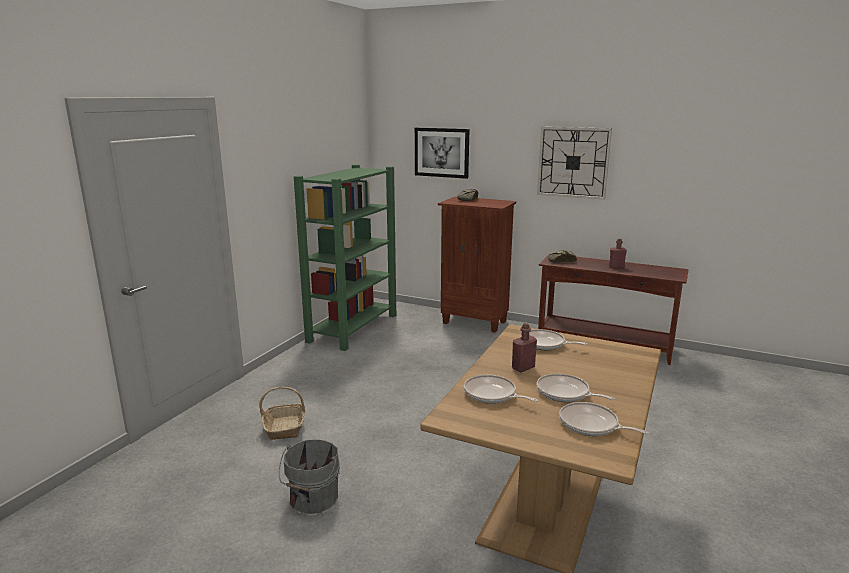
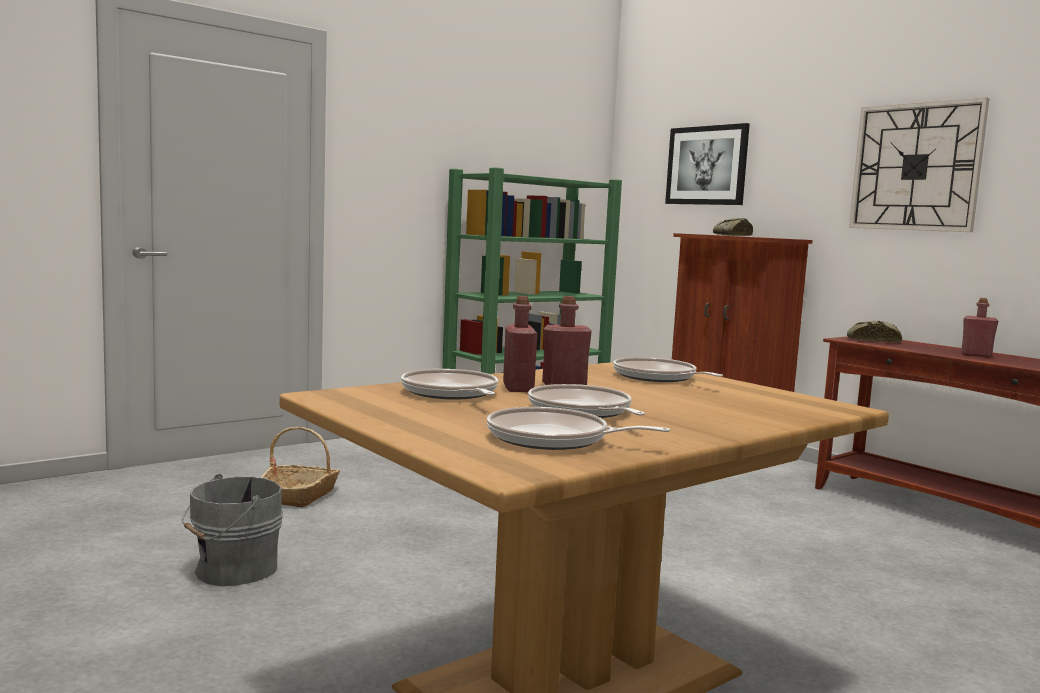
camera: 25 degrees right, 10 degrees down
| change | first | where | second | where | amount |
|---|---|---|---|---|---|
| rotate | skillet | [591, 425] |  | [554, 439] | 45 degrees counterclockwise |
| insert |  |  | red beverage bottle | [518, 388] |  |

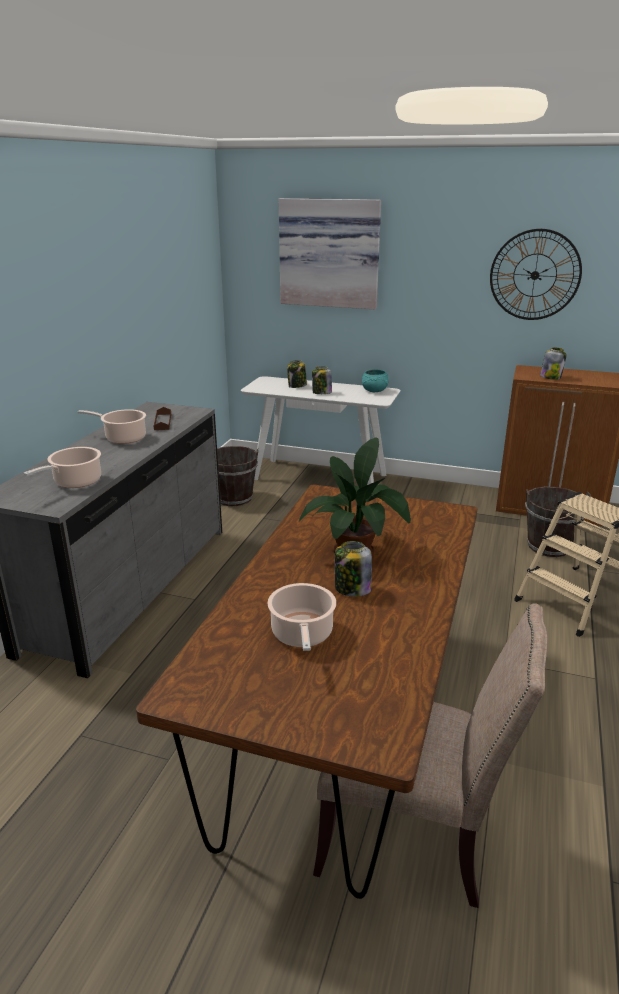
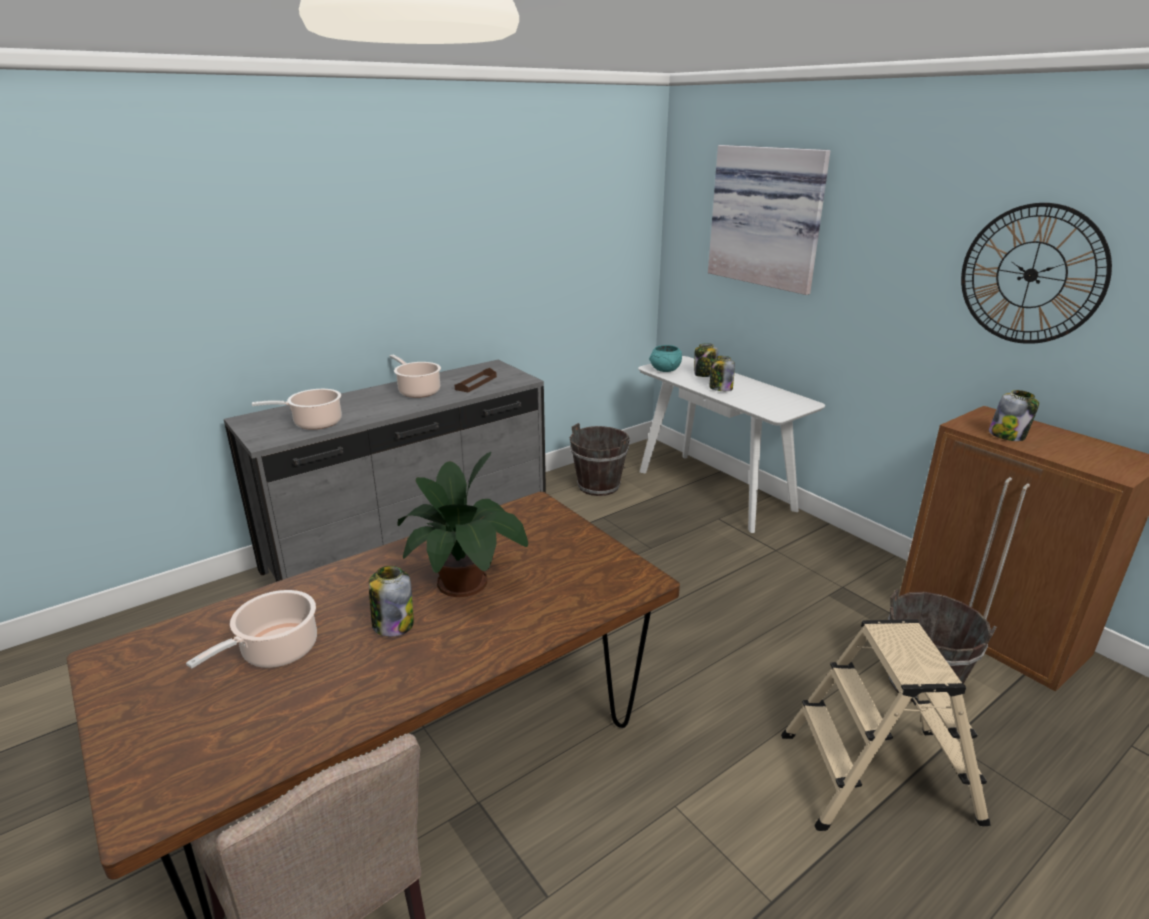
camera: 35 degrees right, 0 degrees up
| change | first | where | second | where | amount |
|---|---|---|---|---|---|
| move | turquoise-coloured serving bowl | [375, 391] |  | [665, 370] |  |

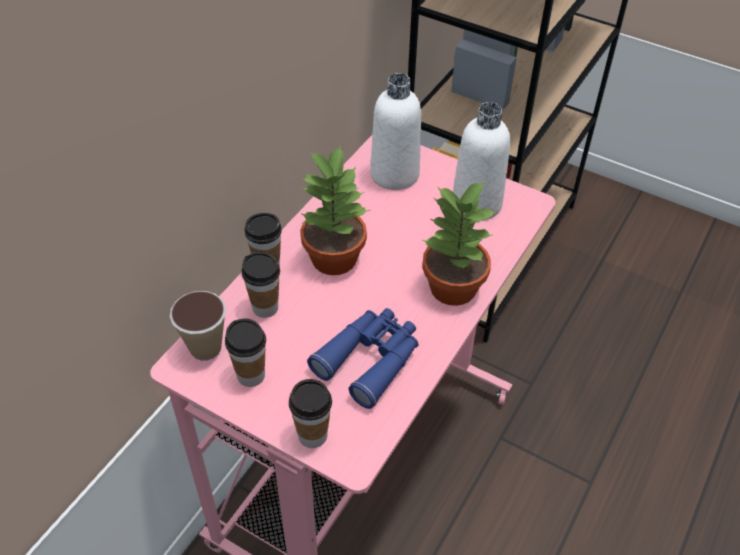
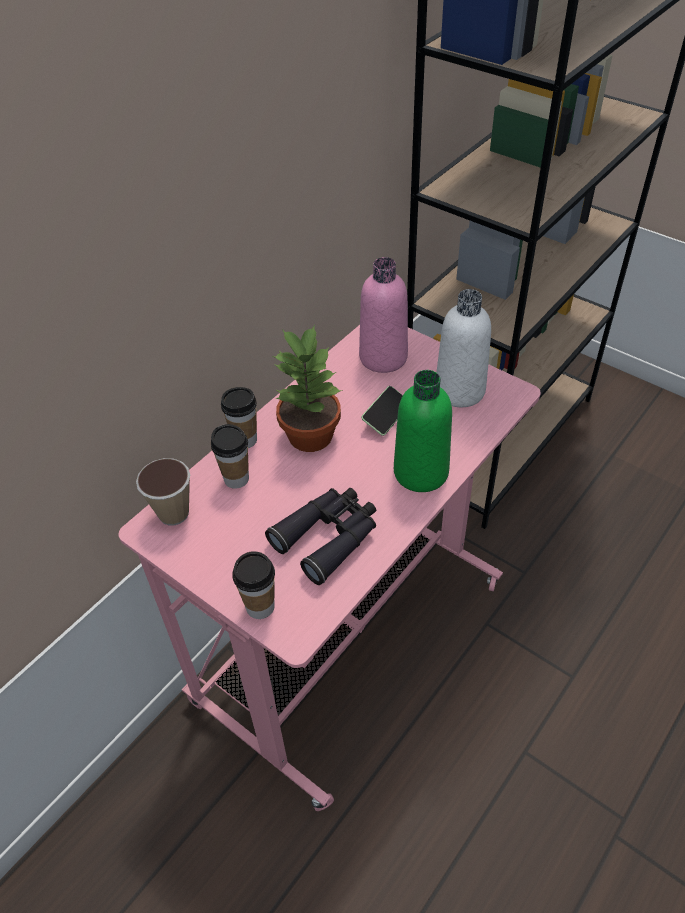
camera: 10 degrees right, 0 degrees up
| change | first | where | second | where | amount |
|---|---|---|---|---|---|
| recolor | blue pair of binoculars | [370, 359] | black pair of binoculars | [329, 537] |  |
| recolor | white beverage bottle | [394, 174] | pink beverage bottle | [383, 357] |  |
| insert |  |  | handset | [386, 416] |  |
| replace | plant in a pot | [451, 288] | green beverage bottle | [421, 472] |  |
| delete | small cup | [251, 375] |  |  |  |

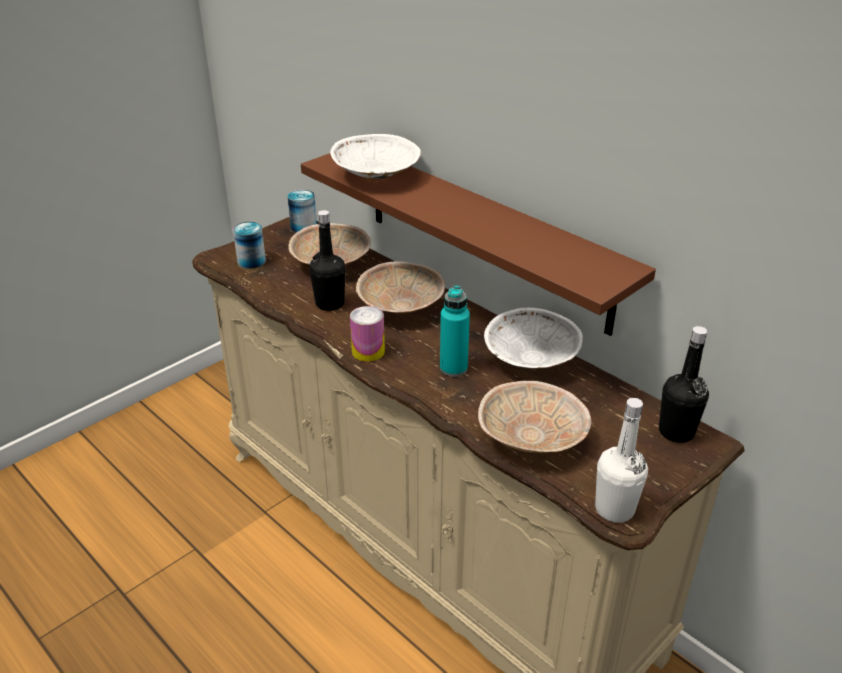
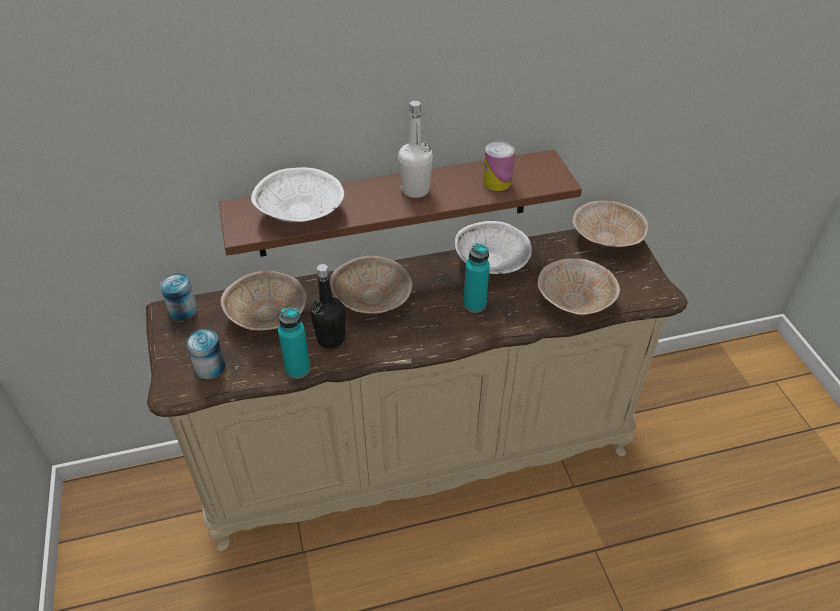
camera: 60 degrees left, 10 degrees up
| change | first | where | second | where | amount |
|---|---|---|---|---|---|
| insert |  |  | turquoise-coloured beverage bottle | [298, 369] |  |
| move | white beverage bottle | [614, 509] |  | [415, 190] |  |
| move | sealed can | [368, 351] |  | [497, 182] |  |
| replace | black beverage bottle | [676, 432] | beige-coloured serving bowl | [606, 238] |  |

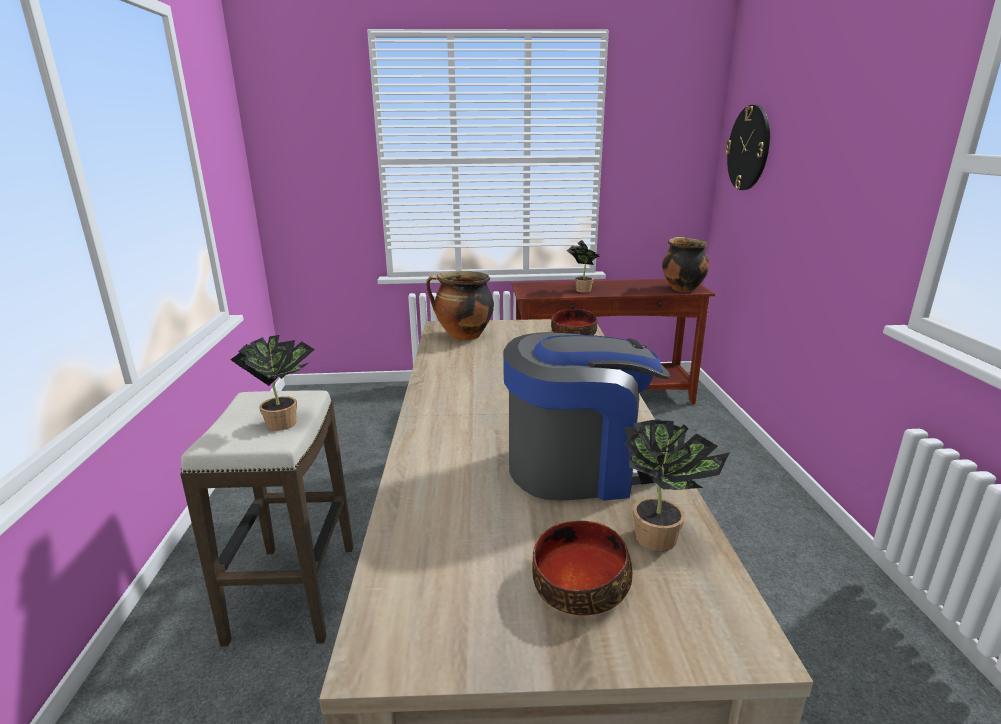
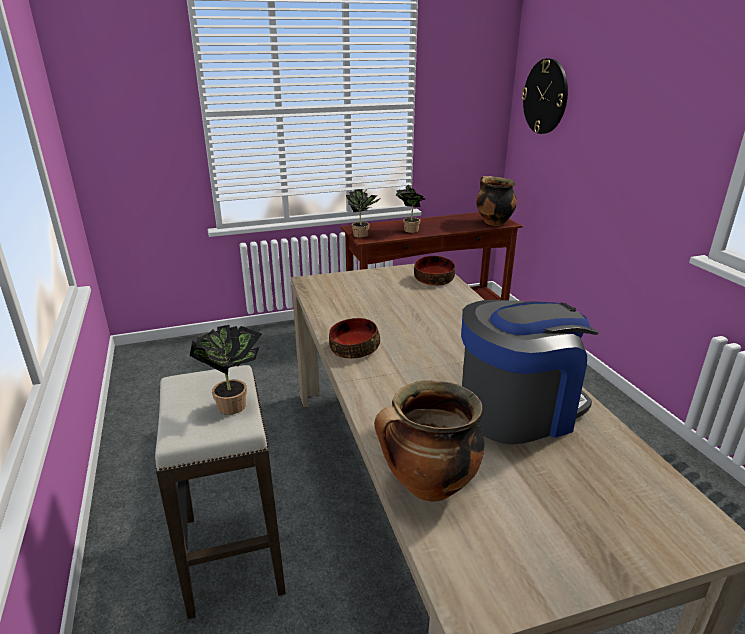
camera: 15 degrees left, 5 degrees up
| change | first | where | second | where | amount |
|---|---|---|---|---|---|
| move | serving bowl | [579, 583] |  | [354, 348] |  |
| move | plant in a pot | [662, 538] |  | [363, 235] |  |
| move | stockpot | [463, 336] |  | [428, 487] |  |

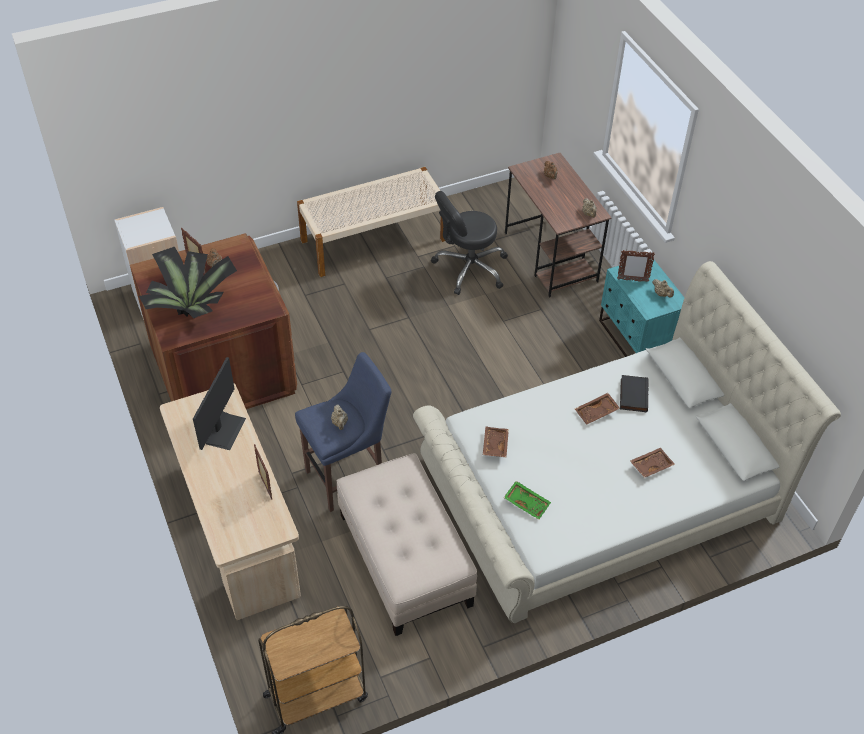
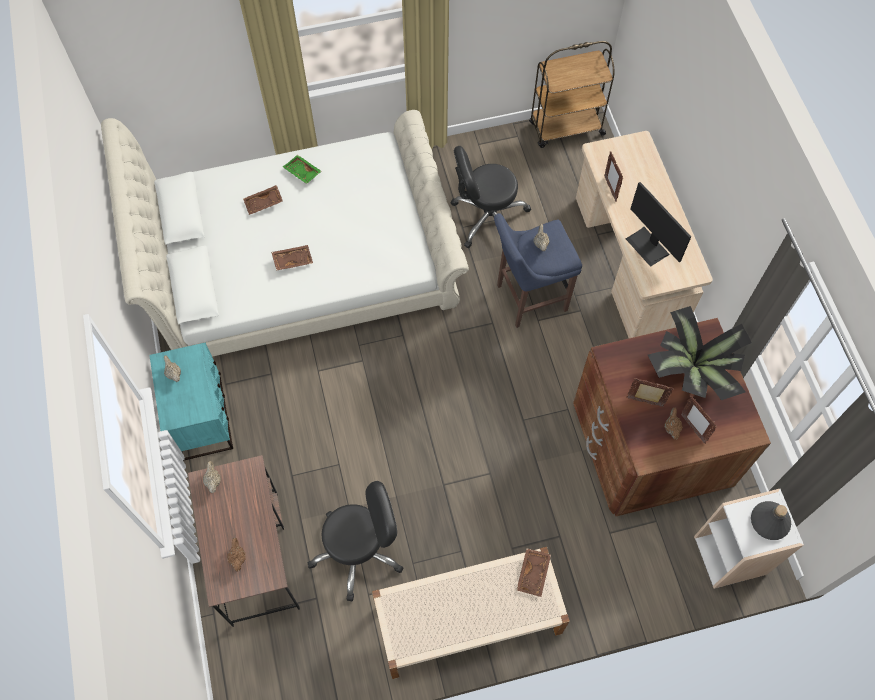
camera: 170 degrees left, 15 degrees up
| change | first | where | second | where | amount |
|---|---|---|---|---|---|
| move | green tray | [527, 503] |  | [302, 172] |  |
| replace | beige-coloured ottoman | [406, 559] | black computer chair | [485, 219] |  |
| move | brown tray | [494, 445] |  | [534, 574] |  |
| rotate | computer screen | [225, 430] |  | [648, 246] | 60 degrees counterclockwise |
| move | picture frame | [632, 280] |  | [645, 402] |  |
| insert |  |  | grey beverage bottle | [769, 521] |  |
| delete | black bound book | [632, 395] |  |  |  |

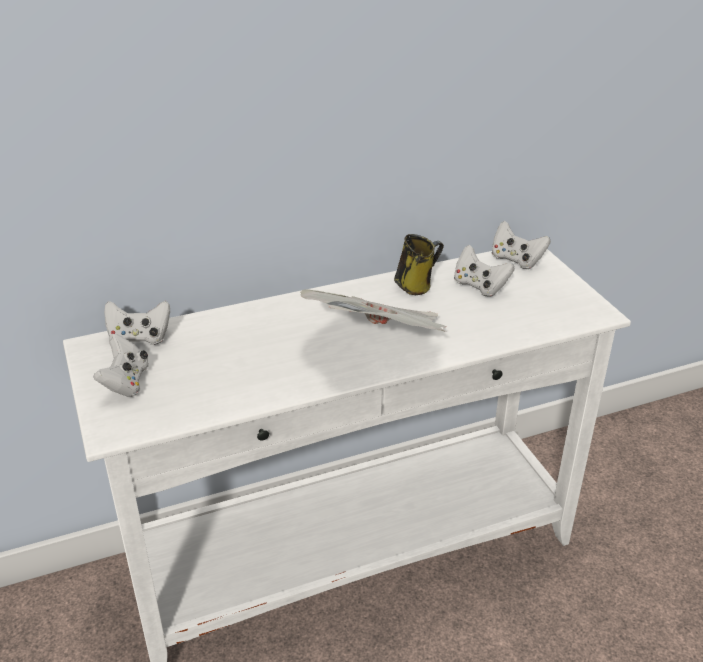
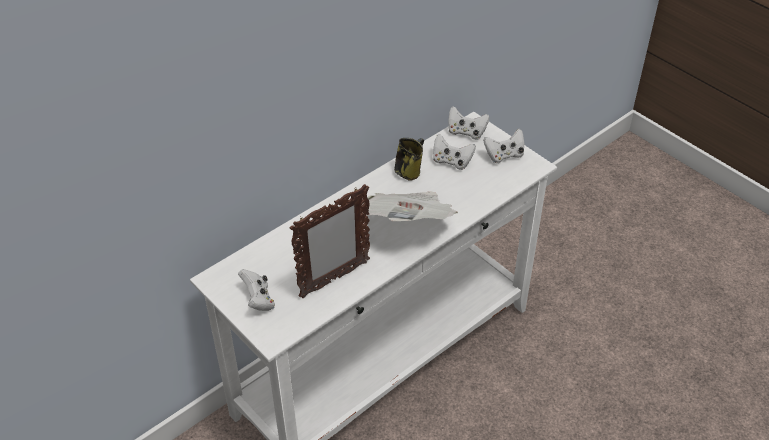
camera: 20 degrees left, 10 degrees up
| change | first | where | second | where | amount |
|---|---|---|---|---|---|
| insert |  |  | picture frame | [334, 279] |  |
| move | white game controller | [139, 338] |  | [504, 155] |  |

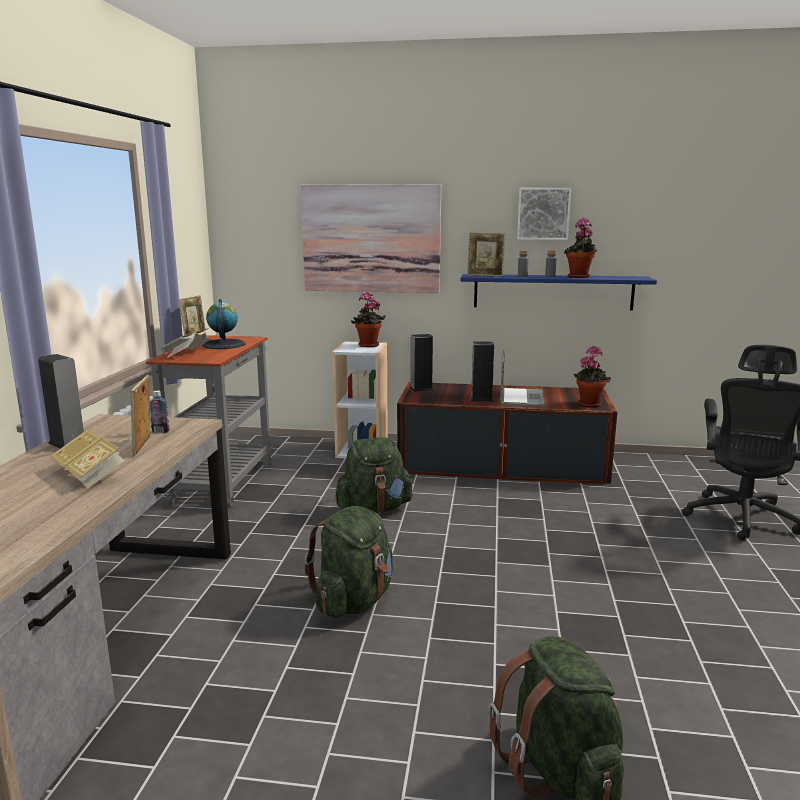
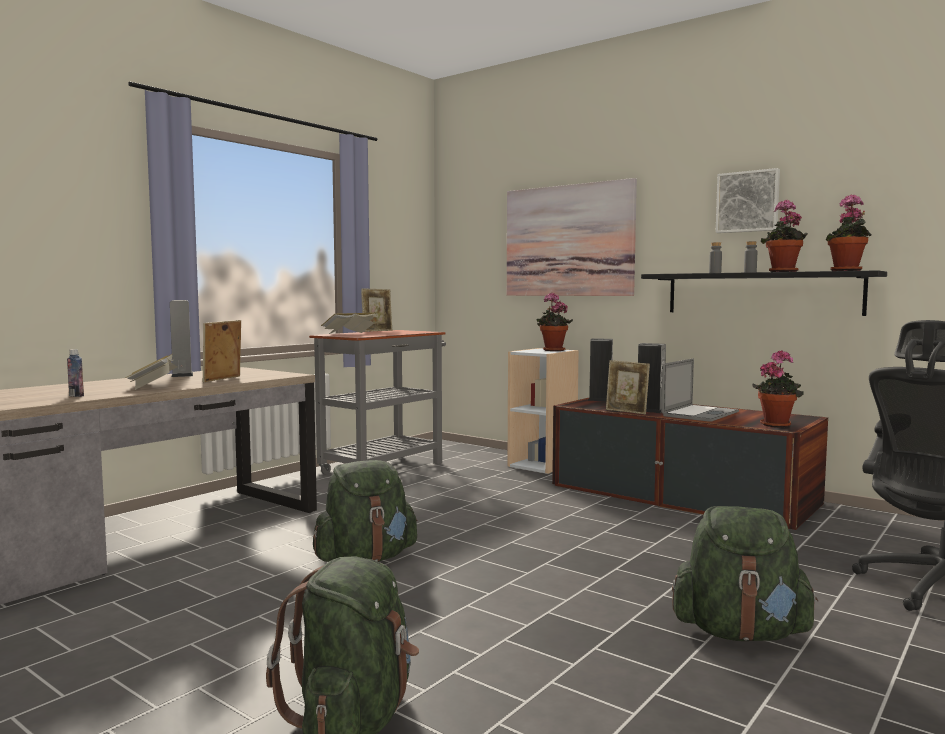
camera: 30 degrees right, 10 degrees down
| change | first | where | second | where | amount |
|---|---|---|---|---|---|
| move | beverage bottle | [160, 431] |  | [76, 396] |  |
| move | picture frame | [485, 276] |  | [626, 412] |  |
| recolor | blue bracket shelf | [553, 292] | black bracket shelf | [761, 293] |  |
| move | green knapsack | [374, 509] |  | [740, 633] |  |
| insert |  |  | plant in a pot | [847, 270] |  |
| delete | globe | [223, 344] |  |  |  |

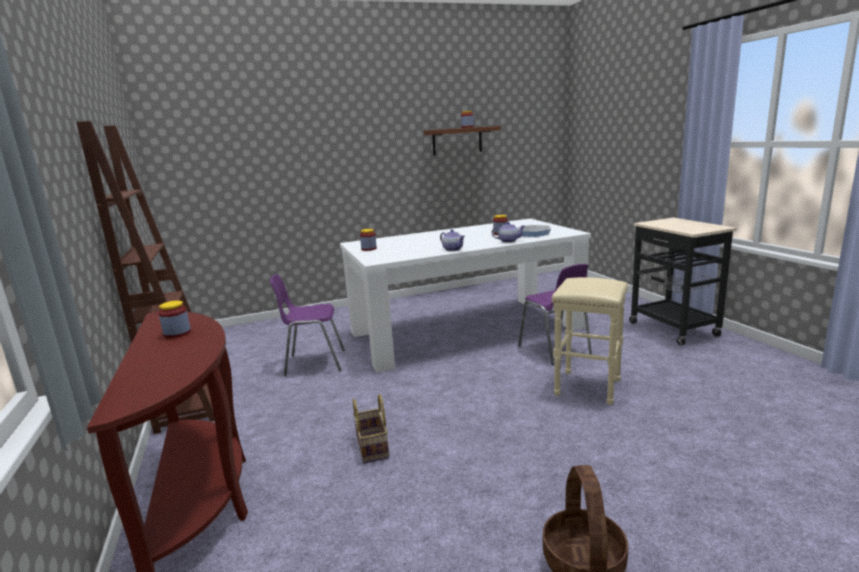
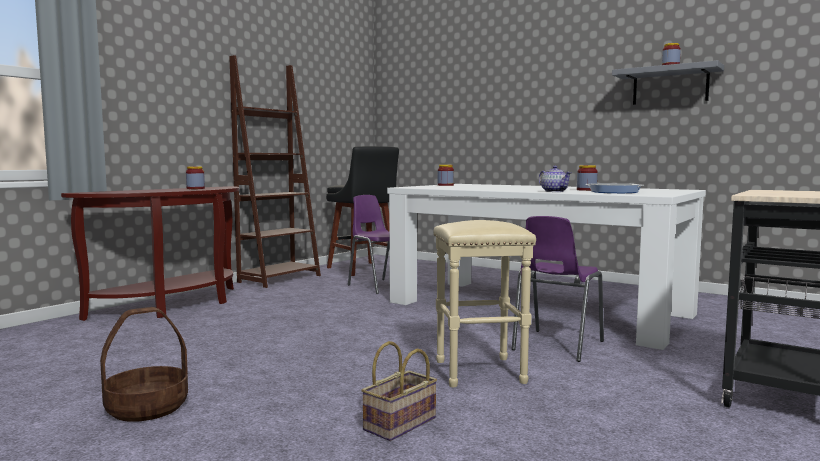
camera: 55 degrees right, 10 degrees down
| change | first | where | second | where | amount |
|---|---|---|---|---|---|
| insert |  |  | black sitting stool | [362, 269] |  |
| move | household basket | [373, 447] |  | [400, 425] |  |
| recolor | brown bracket shelf | [457, 141] | grey bracket shelf | [670, 86] |  |
| delete | pot for tea | [453, 249] |  |  |  |

